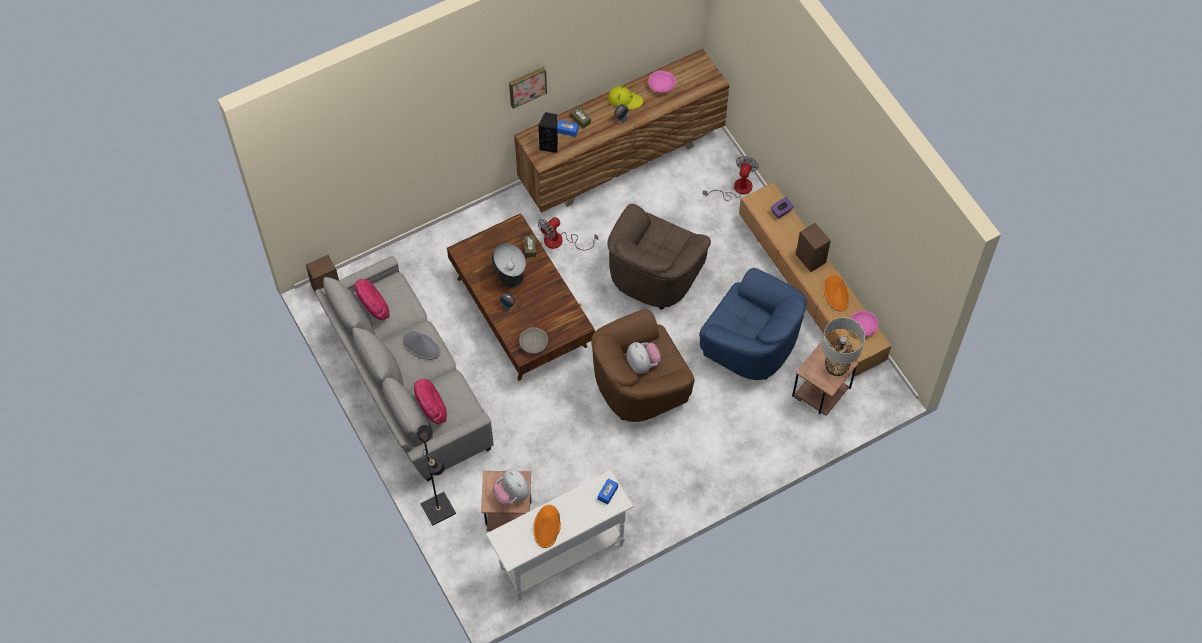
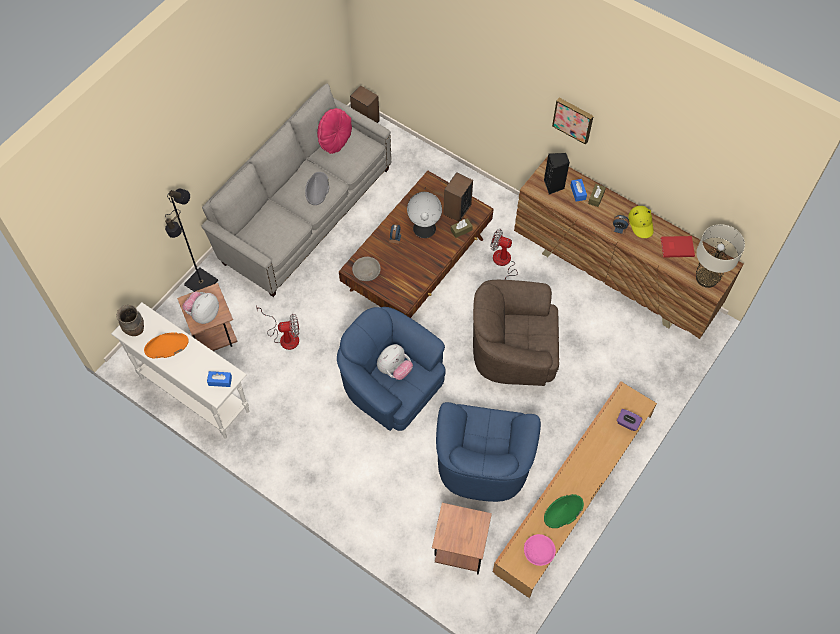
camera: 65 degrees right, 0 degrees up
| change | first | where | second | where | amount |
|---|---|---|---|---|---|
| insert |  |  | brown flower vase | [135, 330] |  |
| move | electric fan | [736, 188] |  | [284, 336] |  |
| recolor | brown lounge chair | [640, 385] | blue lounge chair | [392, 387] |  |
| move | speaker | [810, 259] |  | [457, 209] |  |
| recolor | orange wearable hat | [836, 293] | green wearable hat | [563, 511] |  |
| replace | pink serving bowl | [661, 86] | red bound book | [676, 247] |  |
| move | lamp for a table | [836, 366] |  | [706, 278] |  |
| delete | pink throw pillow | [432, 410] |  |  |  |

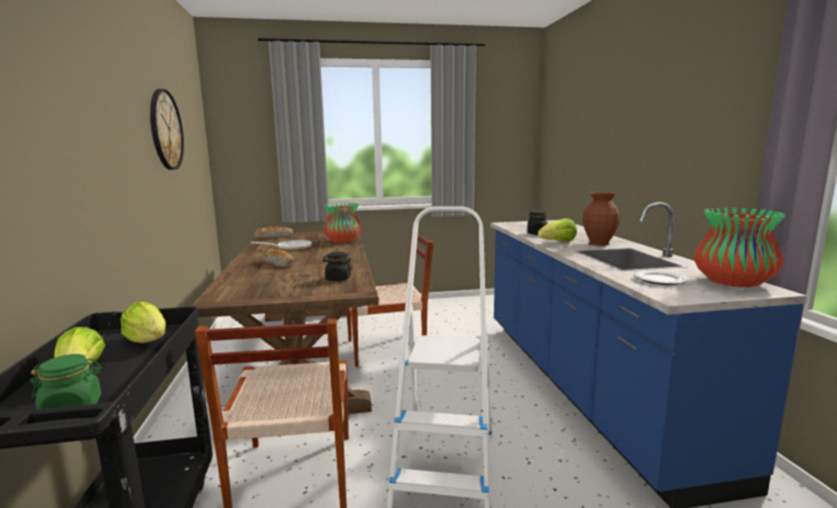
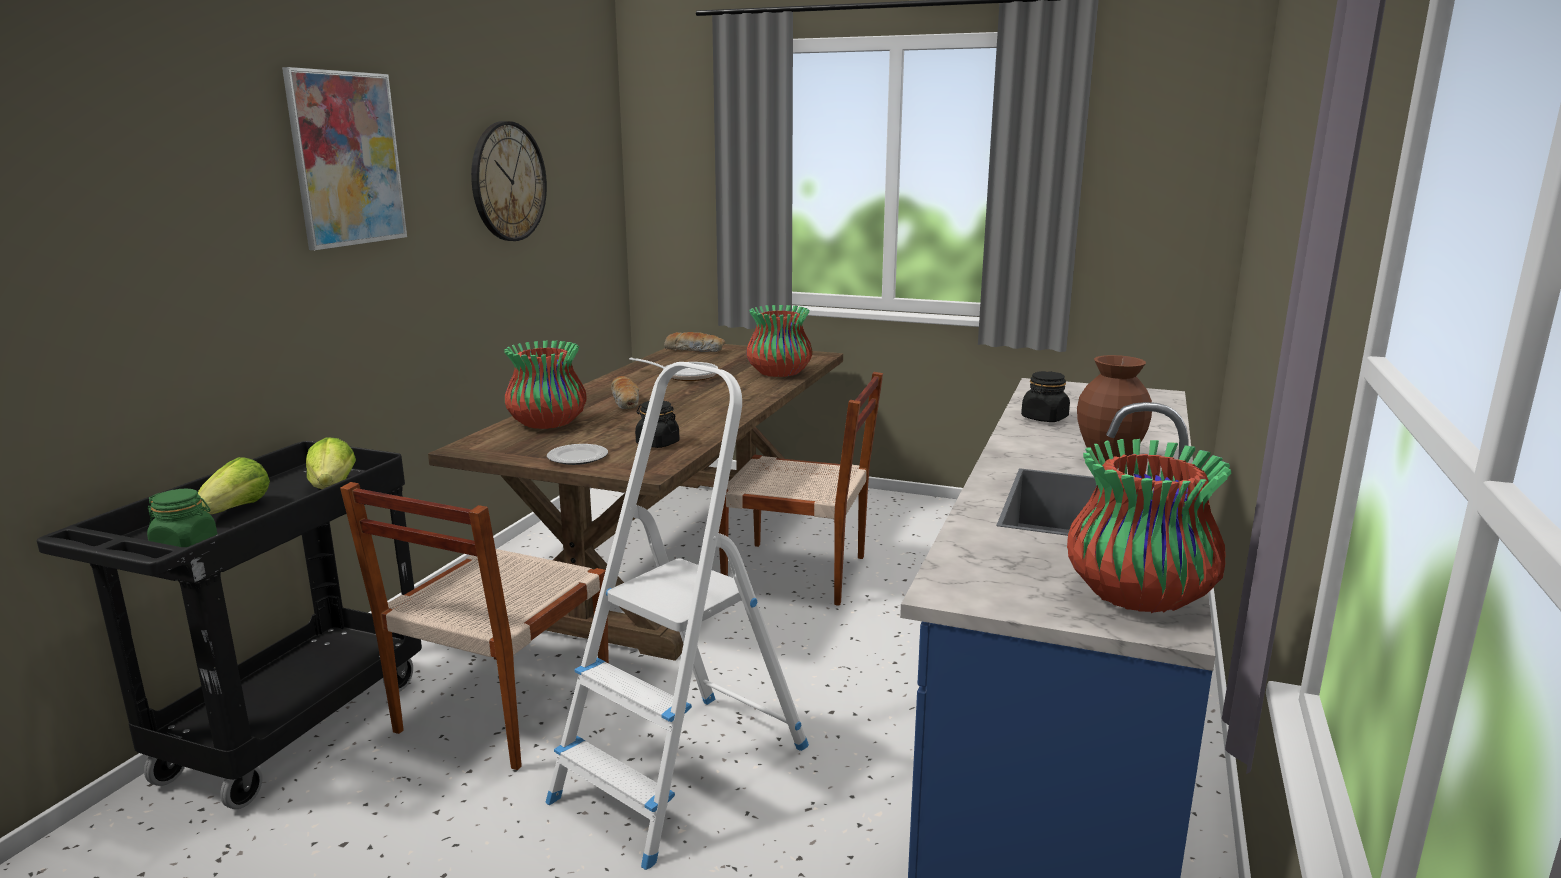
camera: 30 degrees right, 5 degrees up
| change | first | where | second | where | amount |
|---|---|---|---|---|---|
| insert |  |  | wall art | [347, 159] |  |
| insert |  |  | flower vase | [547, 423] |  |
| move | flat dish | [660, 280] |  | [577, 458] |  |
| delete | head of lettuce | [558, 242] |  |  |  |

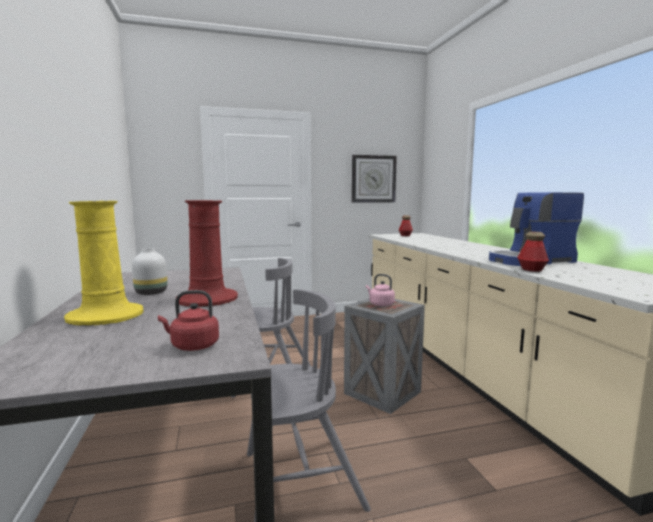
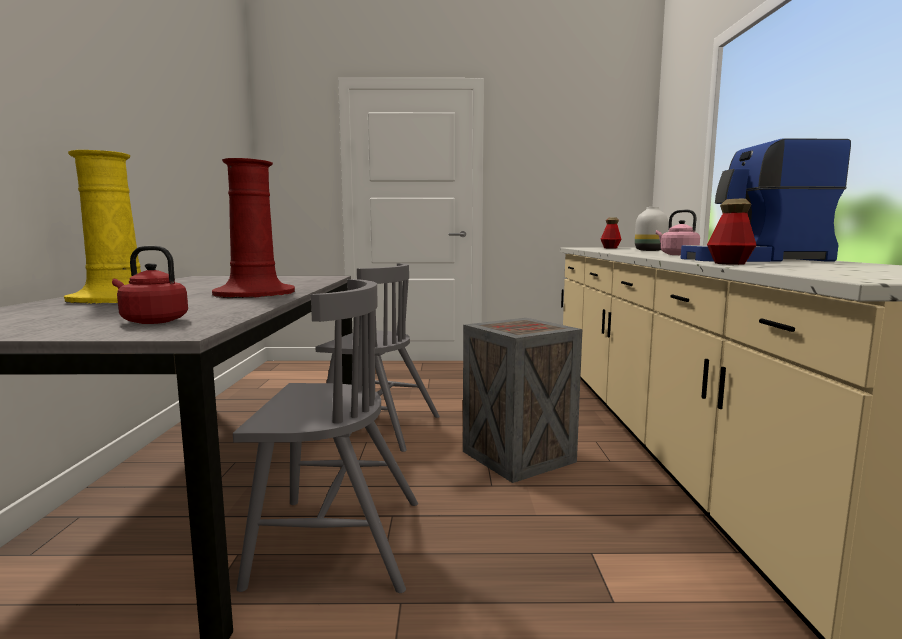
camera: 15 degrees right, 0 degrees up
| change | first | where | second | where | amount |
|---|---|---|---|---|---|
| move | white flower vase | [152, 293] |  | [651, 250] |  |
| move | pink kettle | [380, 304] |  | [677, 255] |  |
| delete | wall clock | [373, 179] |  |  |  |

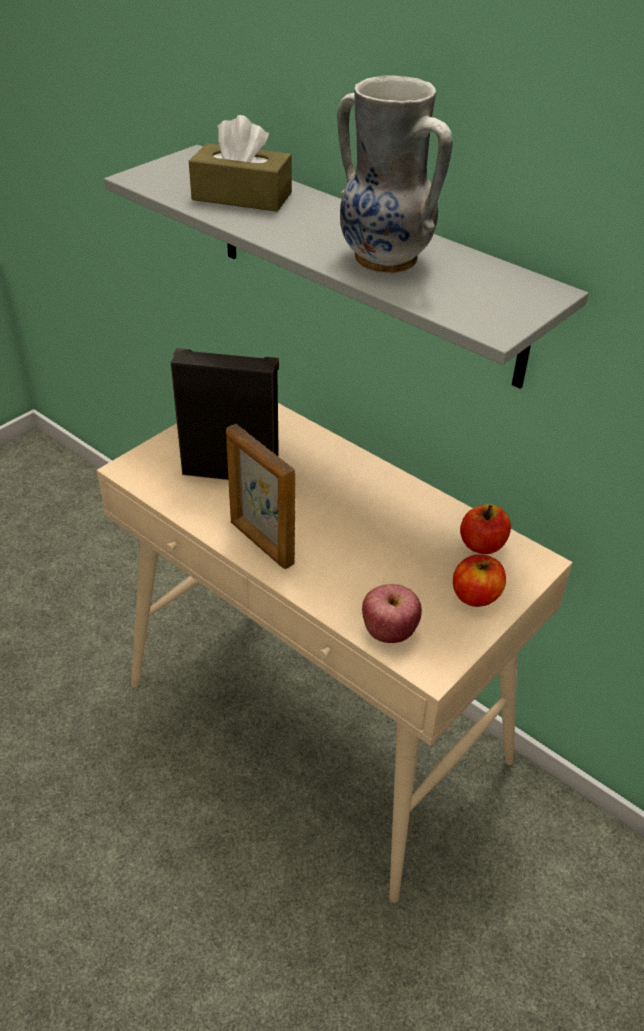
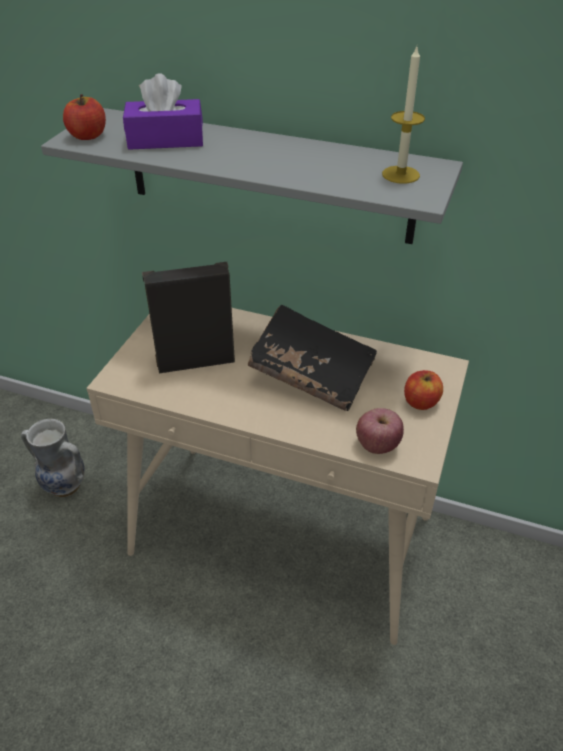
camera: 20 degrees left, 0 degrees up
| change | first | where | second | where | amount |
|---|---|---|---|---|---|
| move | flower vase | [384, 260] |  | [64, 486] |  |
| move | whole apple | [482, 545] |  | [88, 136] |  |
| recolor | brown box of tissues | [242, 196] | purplish box of tissues | [166, 140] |  |
| insert |  |  | black bound book | [312, 372] |  |
| insert |  |  | wax candle | [400, 174] |  |
| delete | picture frame | [261, 543] |  |  |  |

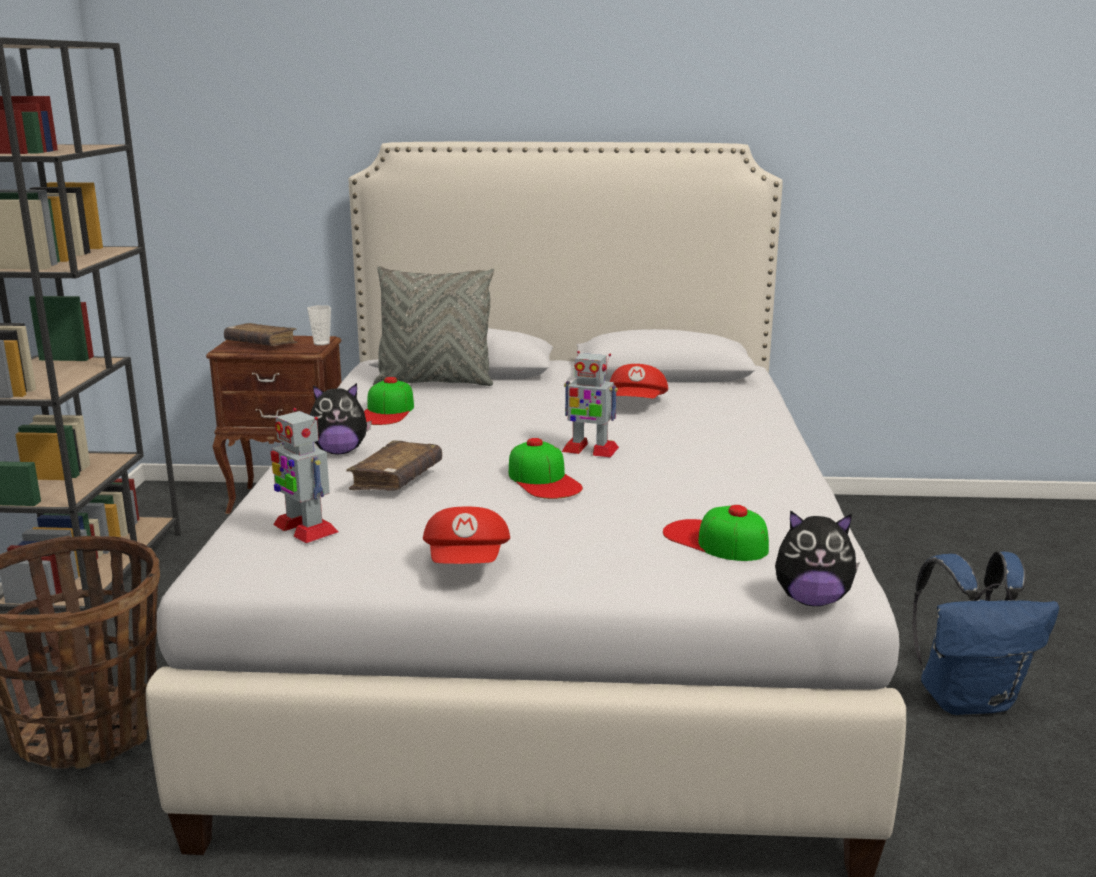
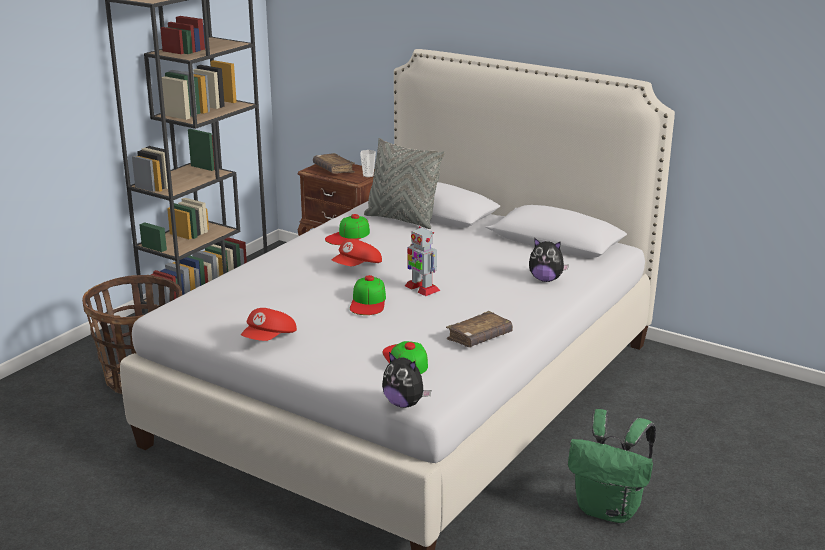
camera: 30 degrees right, 5 degrees up
| change | first | where | second | where | amount |
|---|---|---|---|---|---|
| move | red peaked cap | [638, 404] |  | [357, 267] |  |
| move | brown bound book | [396, 479] |  | [479, 337] |  |
| move | plush toy | [340, 451] |  | [546, 279] |  |
| recolor | blue knapsack | [968, 699] | green knapsack | [609, 510] |  |
| delete | toy robot | [304, 528] |  |  |  |

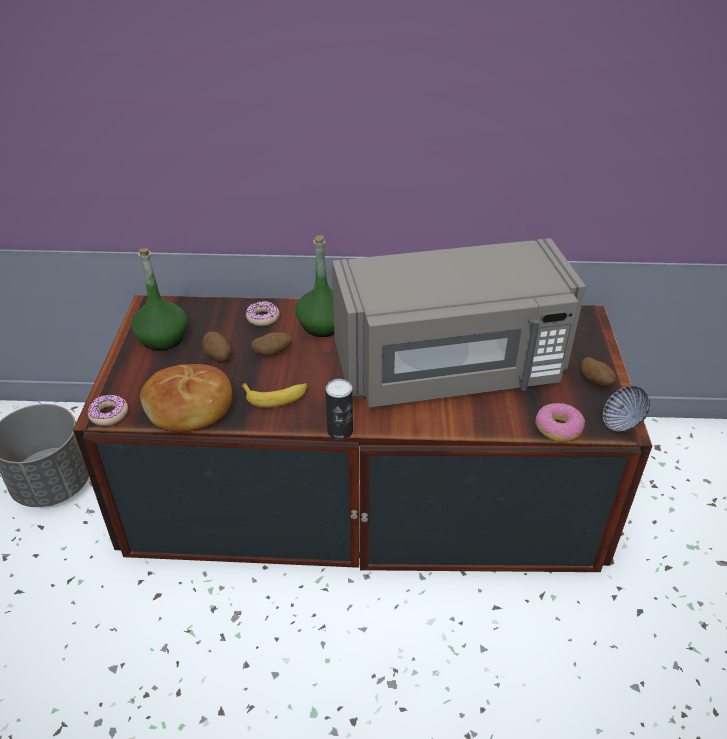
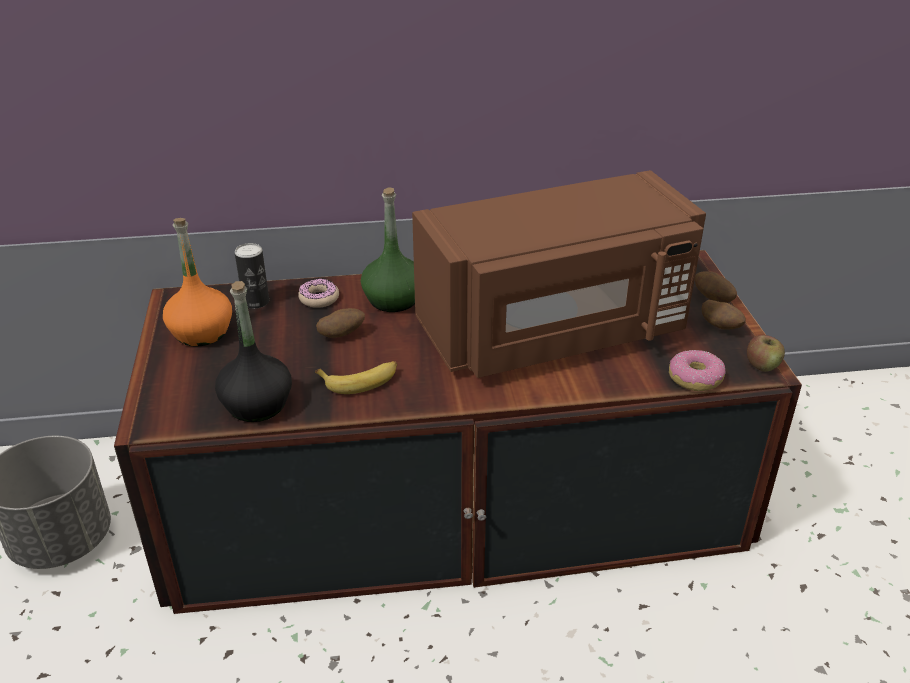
camera: 10 degrees left, 5 degrees down
| change | first | where | second | where | amount |
|---|---|---|---|---|---|
| recolor | green beverage bottle | [162, 338] | orange beverage bottle | [201, 332] |  |
| replace | bakery bread | [189, 408] | black beverage bottle | [257, 405] |  |
| move | sealed can | [340, 431] |  | [256, 302] |  |
| recolor | grey microwave | [451, 369] | brown microwave | [556, 331] |  |
| move | whole potato | [218, 356] |  | [712, 299] |  |
| replace | serving bowl | [622, 423] | whole apple | [762, 365] |  |
| delete | ring doughnut | [109, 414] |  |  |  |

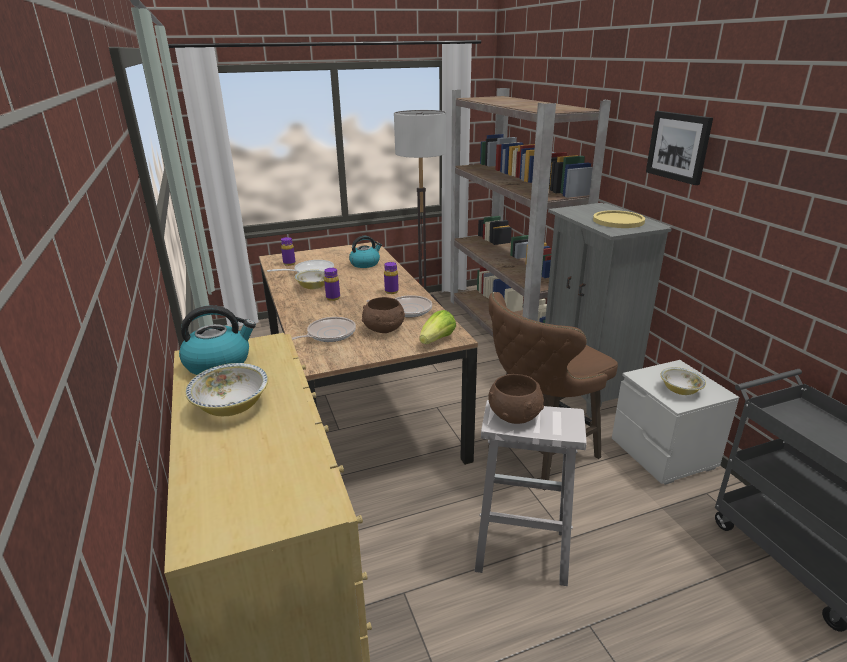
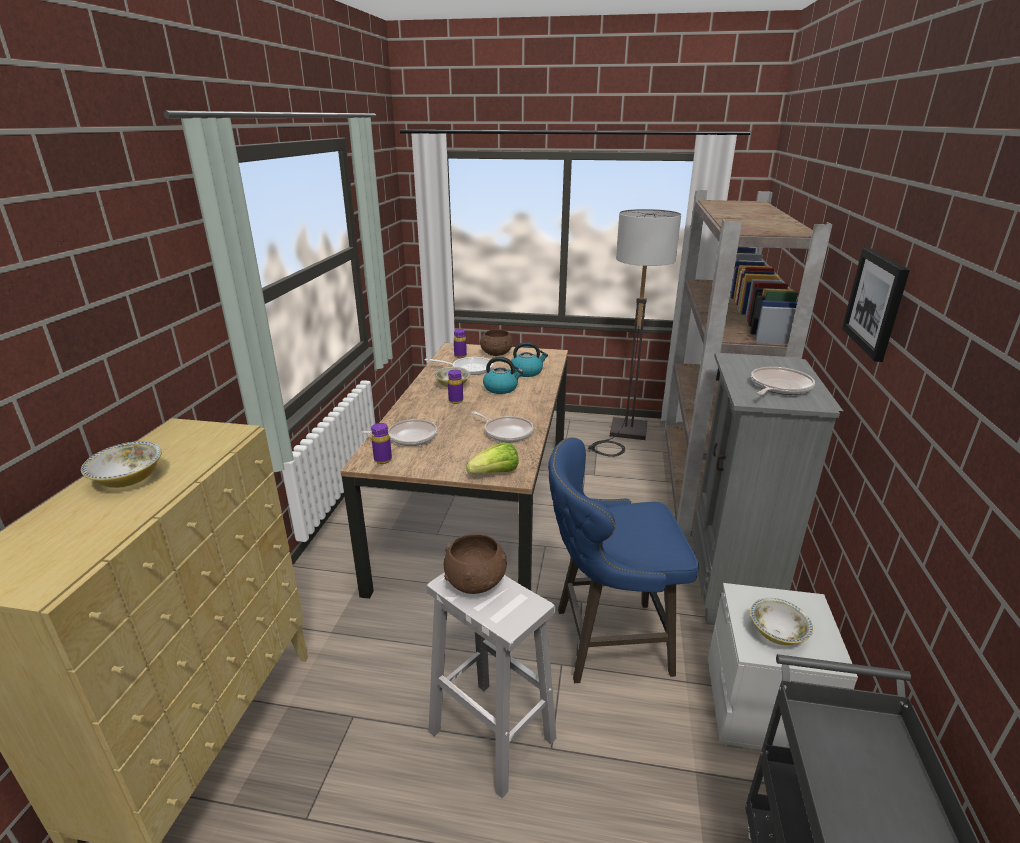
camera: 30 degrees right, 0 degrees up
| change | first | where | second | where | amount |
|---|---|---|---|---|---|
| move | purplish beverage bottle | [391, 291] |  | [383, 460] |  |
| move | brown serving bowl | [384, 329] |  | [496, 354] |  |
| move | kettle | [219, 363] |  | [501, 388] |  |
| recolor | brown sitting stool | [539, 454] | blue sitting stool | [606, 641] |  |
| replace | yellowish flat dish | [618, 221] | skillet | [778, 387] |  |

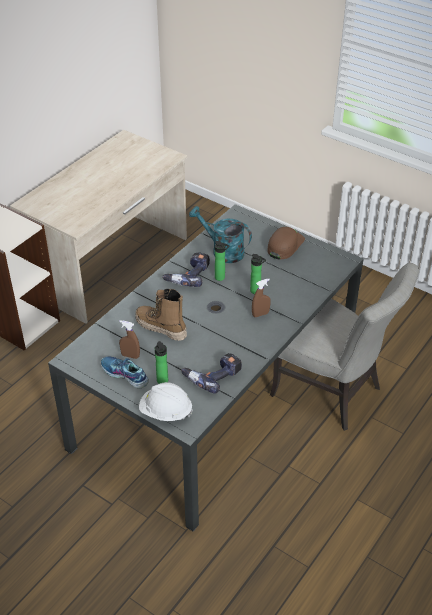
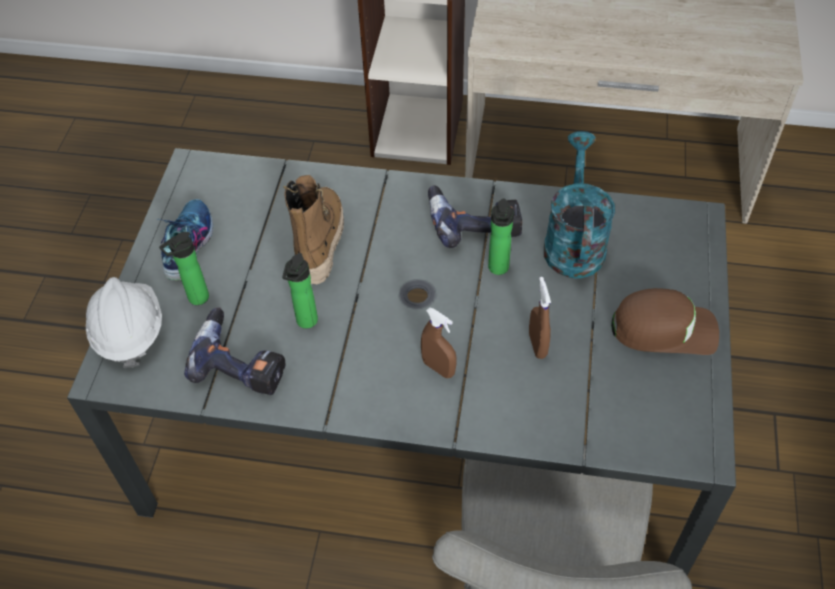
camera: 65 degrees right, 10 degrees up
| change | first | where | second | where | amount |
|---|---|---|---|---|---|
| move | beverage bottle | [256, 291] |  | [305, 323] |  |
| move | brown sprayer | [130, 356] |  | [537, 345] |  |

